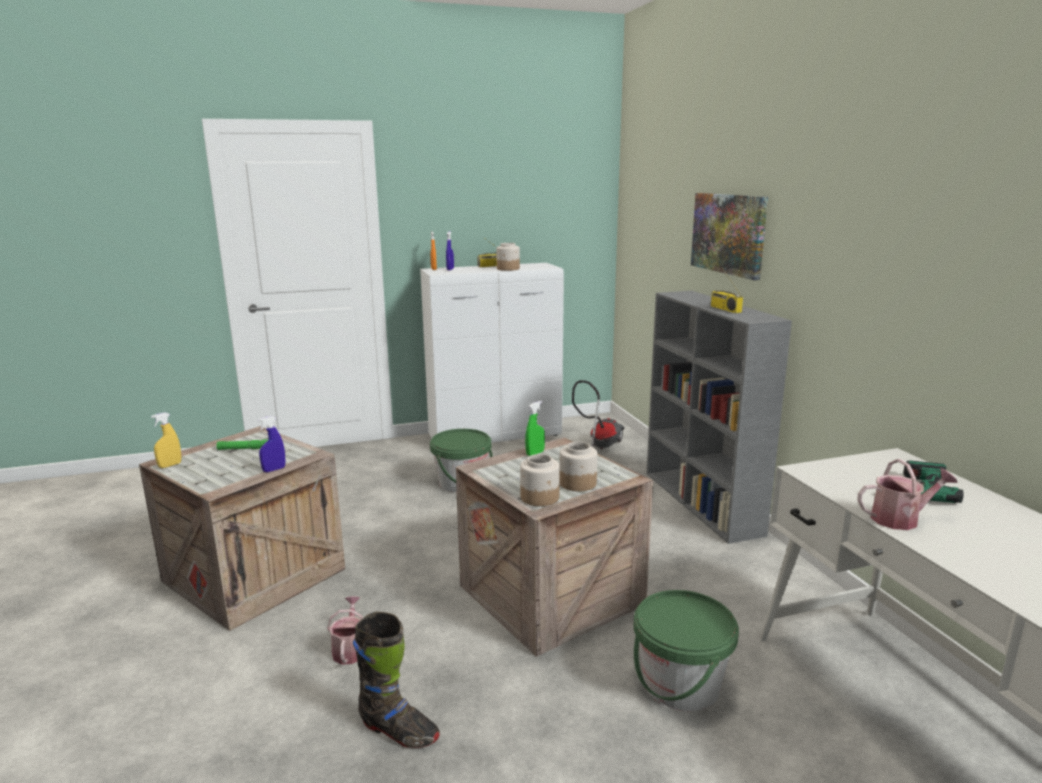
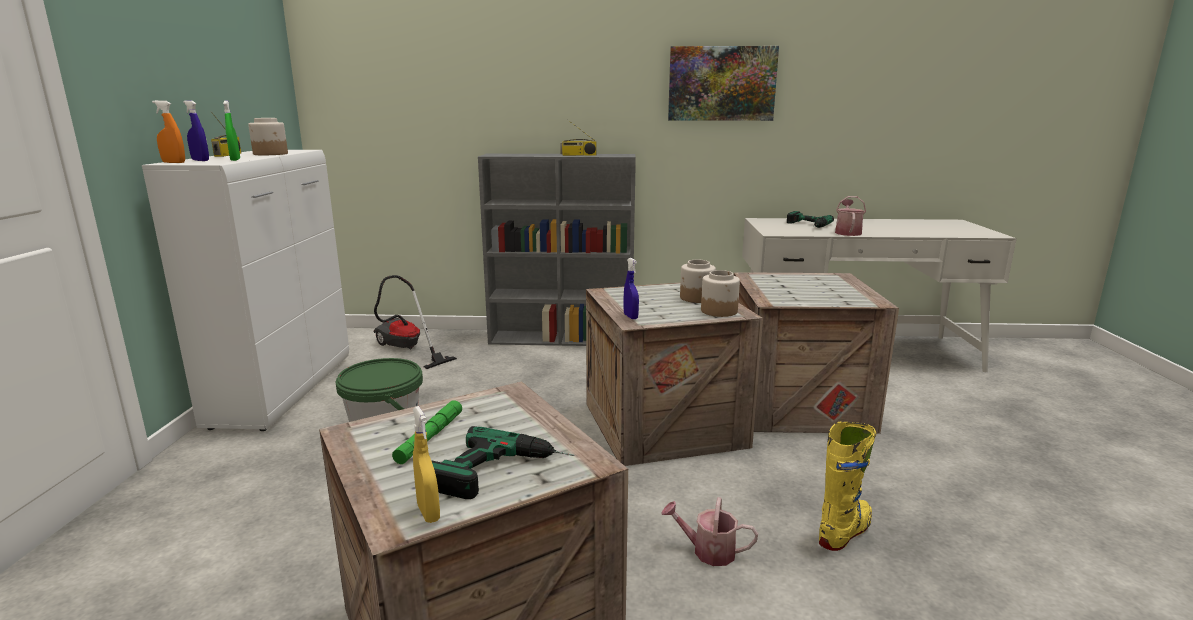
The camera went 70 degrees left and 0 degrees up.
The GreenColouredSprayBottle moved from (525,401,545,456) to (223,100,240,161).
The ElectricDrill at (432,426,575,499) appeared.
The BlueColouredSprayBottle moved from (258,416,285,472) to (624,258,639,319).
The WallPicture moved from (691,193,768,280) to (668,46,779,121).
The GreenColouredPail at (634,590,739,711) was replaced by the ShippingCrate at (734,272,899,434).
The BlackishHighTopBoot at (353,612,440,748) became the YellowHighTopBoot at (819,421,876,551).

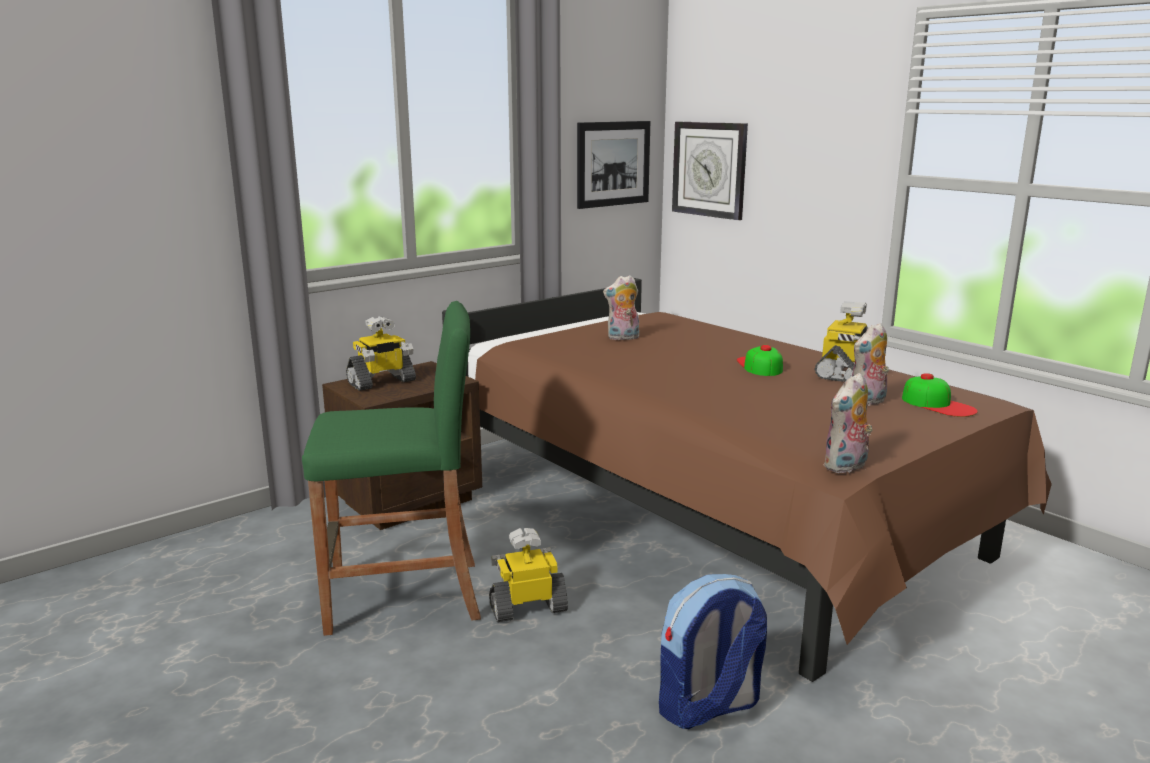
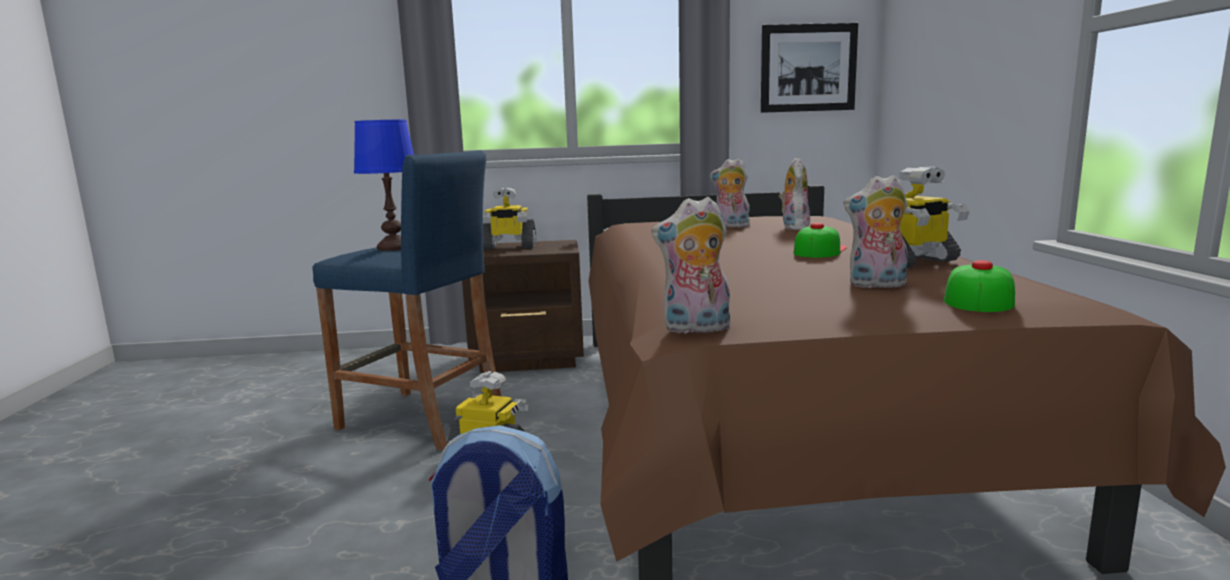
The camera went 35 degrees right and 5 degrees down.
The GreenColouredSittingStool at (302,301,481,636) became the BlueColouredSittingStool at (312,150,501,450).
The BlueColouredLampForATable at (354,120,414,251) appeared.
The CuddlyToy at (778,158,810,230) appeared.
The PeakedCap at (902,373,978,417) turned 150 degrees counterclockwise.
The WallClock at (672,122,748,220) disappeared.

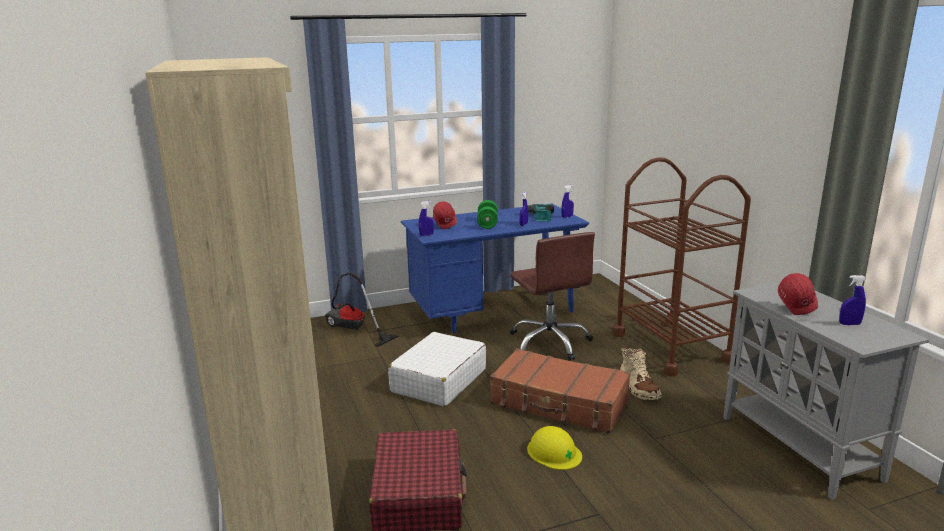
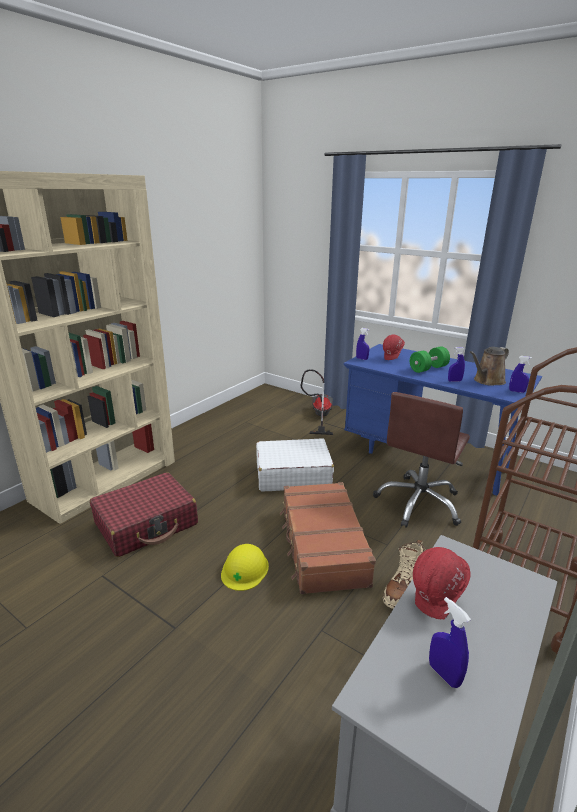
The camera went 55 degrees right and 5 degrees up.
The ElectricDrill at (528,204,554,222) was replaced by the BrownColouredSprinklingCan at (470,347,509,386).

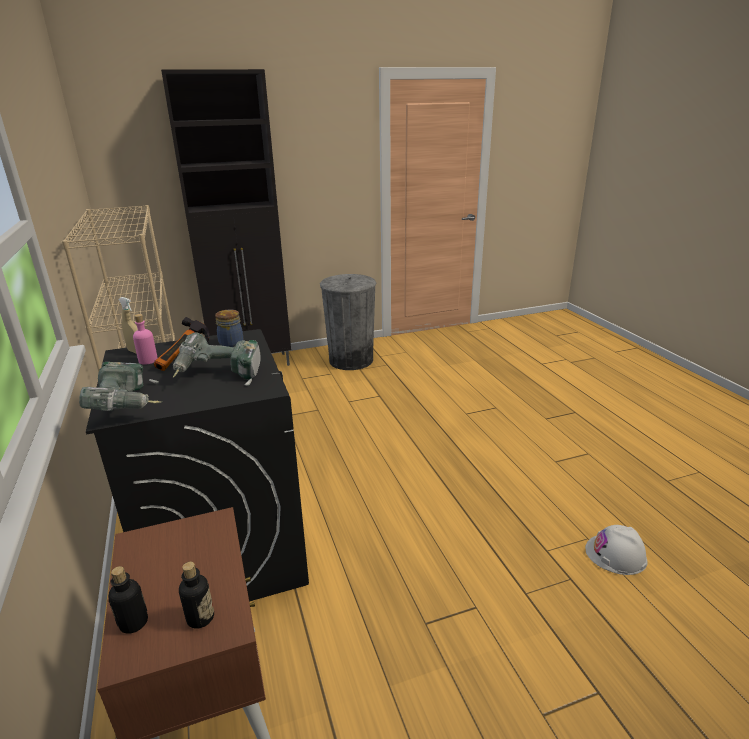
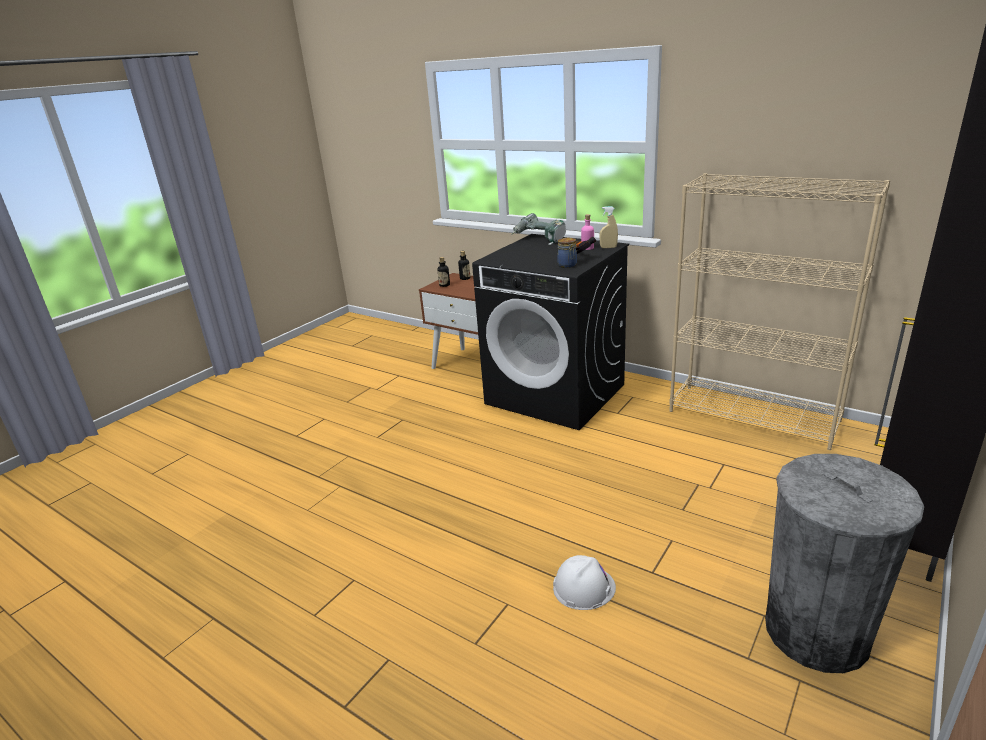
The camera went 145 degrees right and 0 degrees up.
The WhiteWorkHelmet moved from (585,525,647,575) to (553,555,616,610).
The ElectricDrill at (173,332,261,386) disappeared.

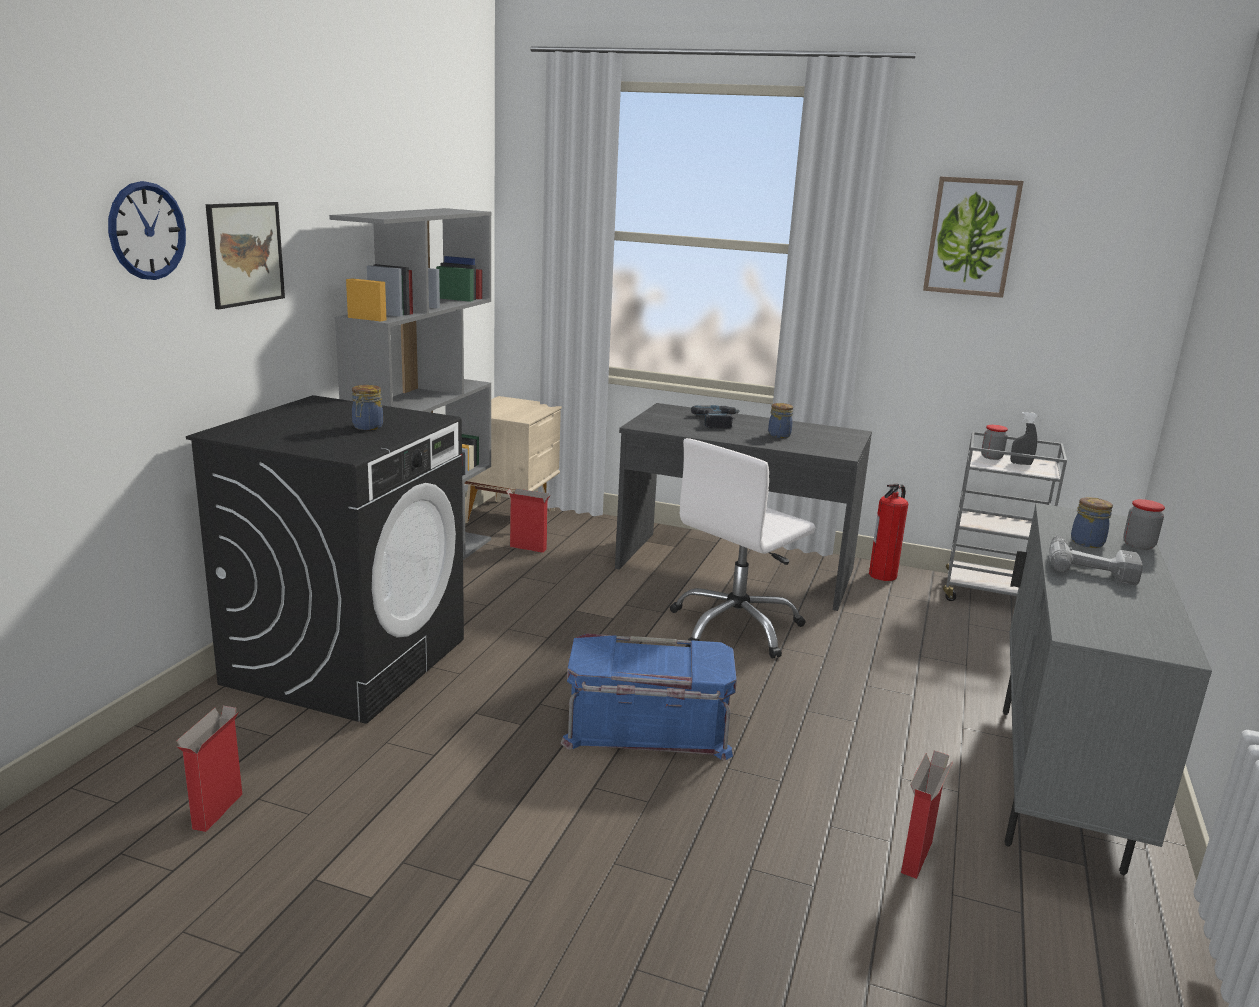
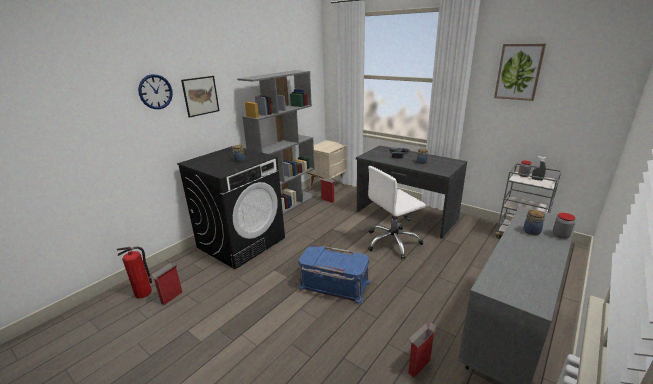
The camera went 20 degrees right and 5 degrees up.
The FireFightingCylinder moved from (869,484,908,581) to (117,246,152,299).
The ElectricDrill at (1049,535,1143,585) disappeared.

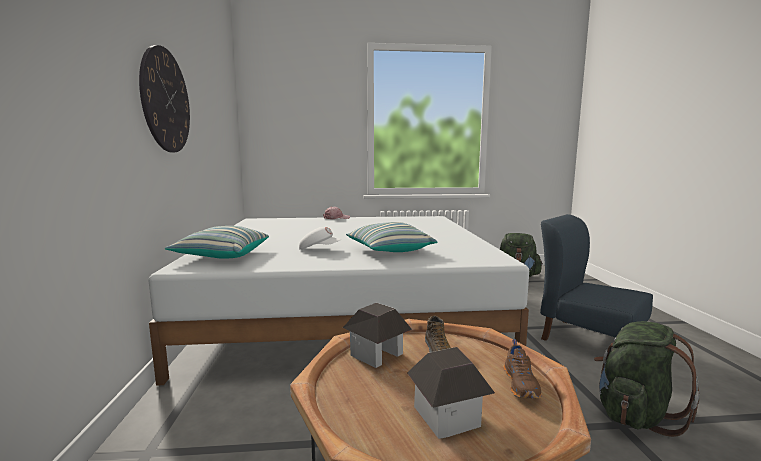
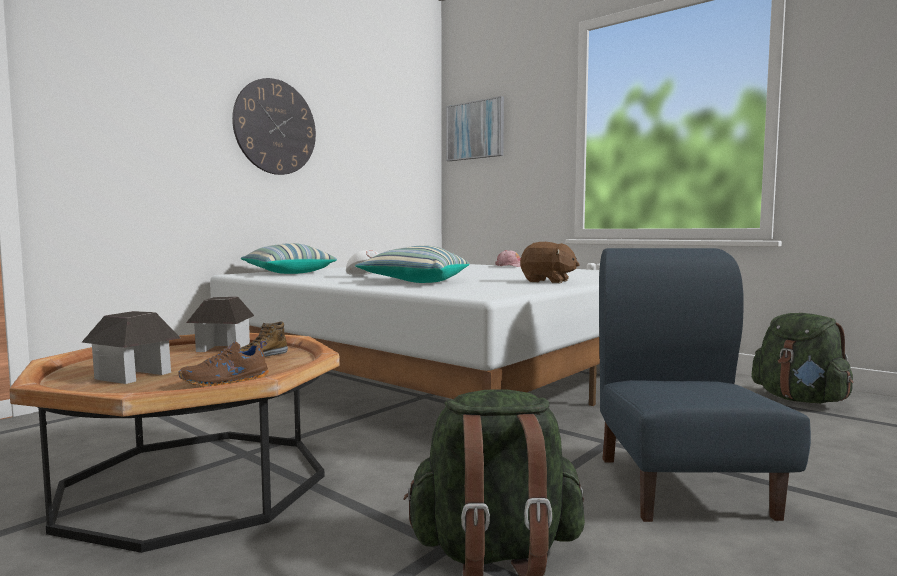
The camera went 45 degrees right and 5 degrees down.
The WallPicture at (446,96,504,161) appeared.
The BrownColouredCuddlyToy at (520,242,580,283) appeared.

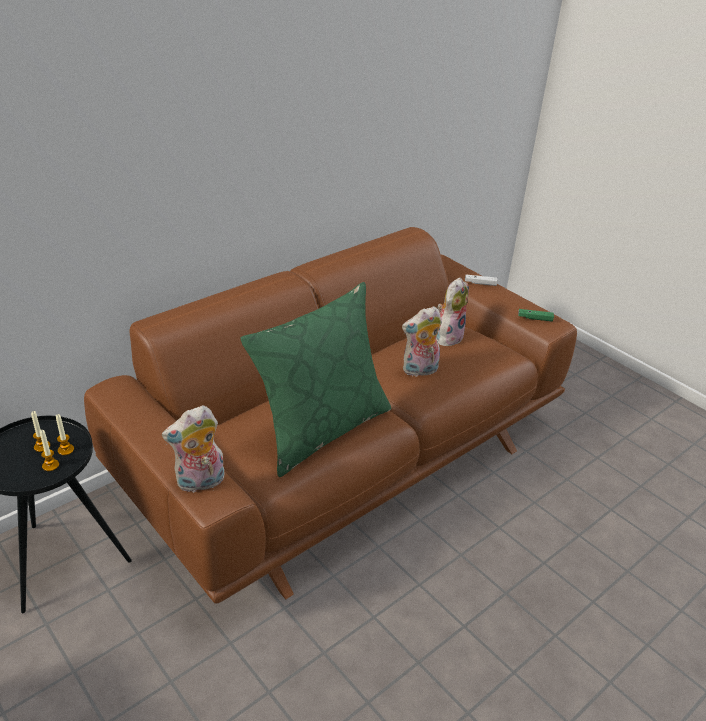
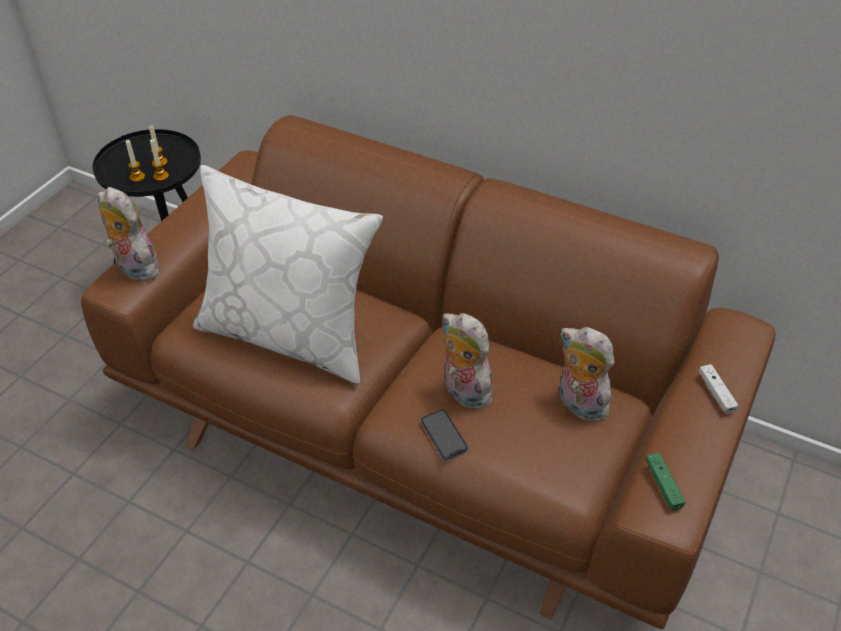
The camera went 70 degrees right and 10 degrees up.
The GreenColouredPillow at (240,282,391,477) became the WhitePillow at (193,165,383,385).
The Handset at (421,409,468,460) appeared.
The CuddlyToy at (436,277,469,346) turned 150 degrees counterclockwise.

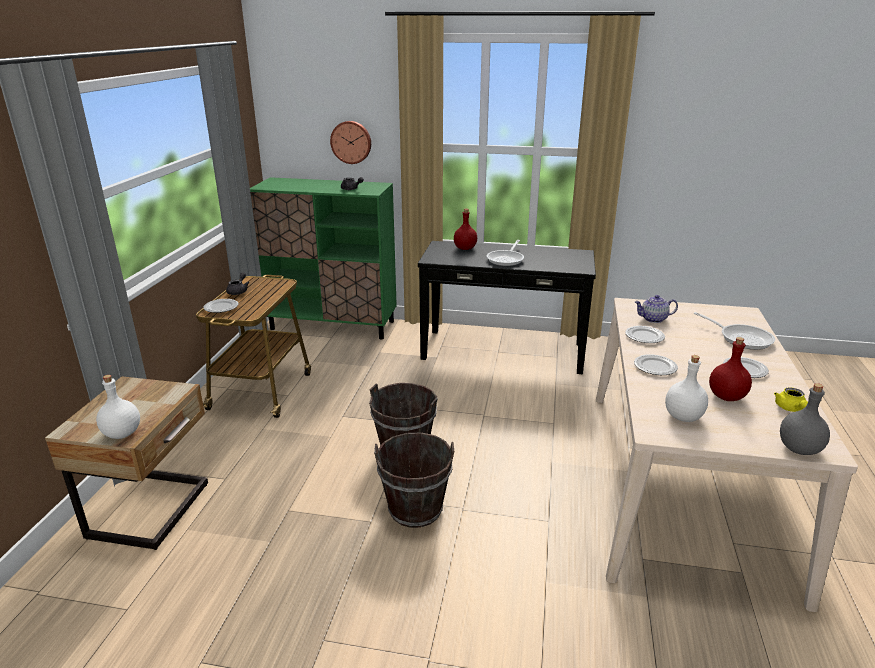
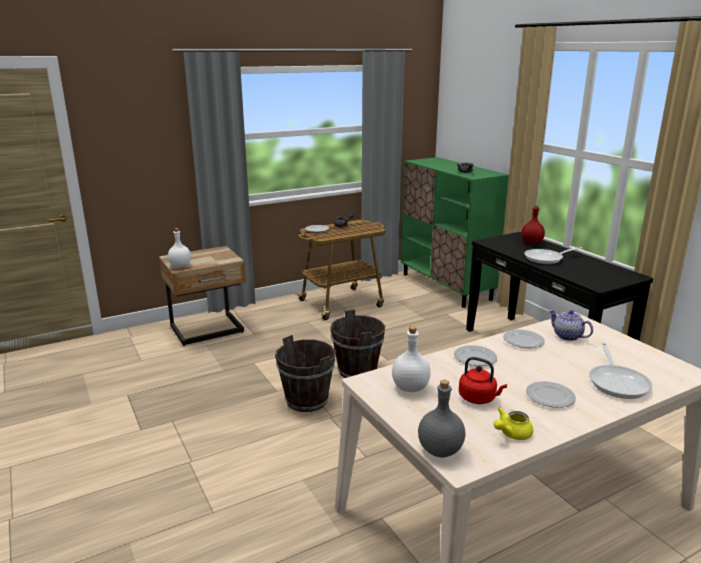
The camera went 50 degrees right and 5 degrees down.
The ReddishDrinkBottle at (709,337,752,401) was replaced by the ReddishTeaKettle at (459,357,507,404).
The WallClock at (330,121,371,164) disappeared.

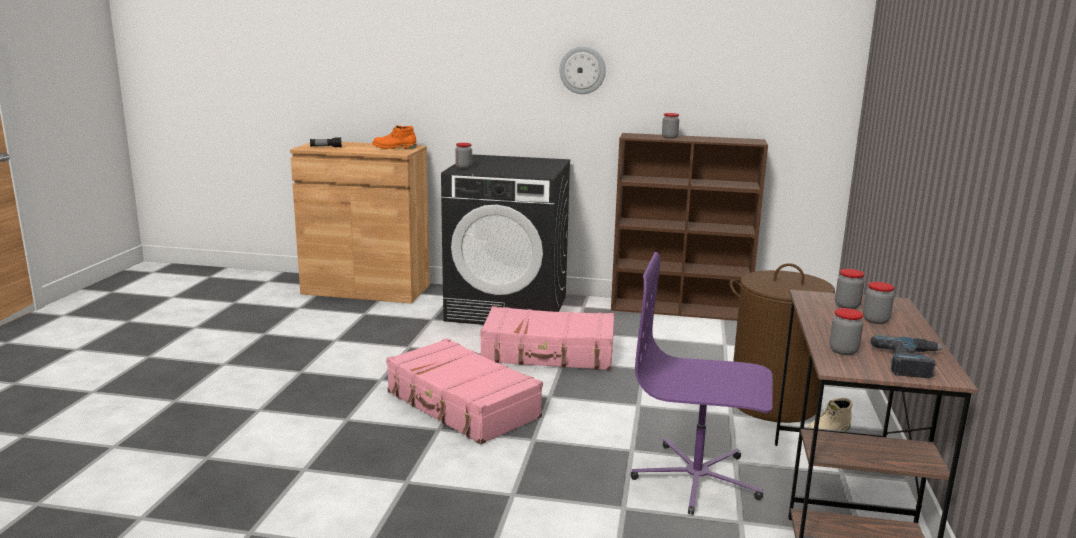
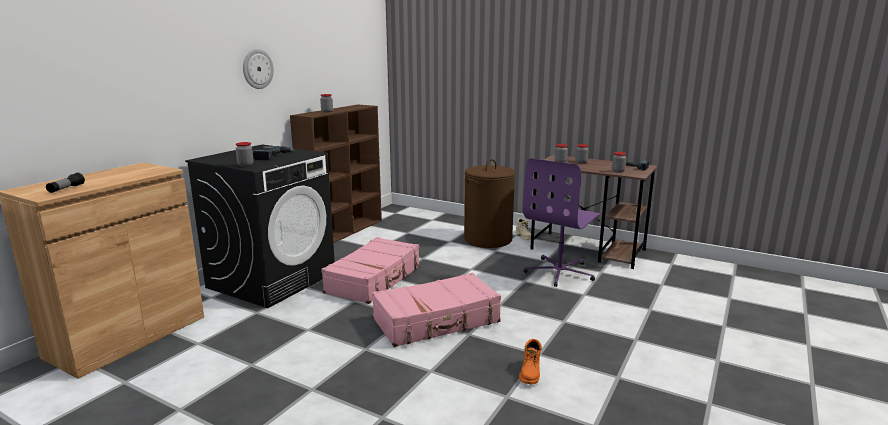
The camera went 70 degrees left and 0 degrees up.
The ElectricDrill at (253,146,294,160) appeared.
The OrangeColouredHighTopBoot moved from (372,125,417,149) to (519,339,542,385).

